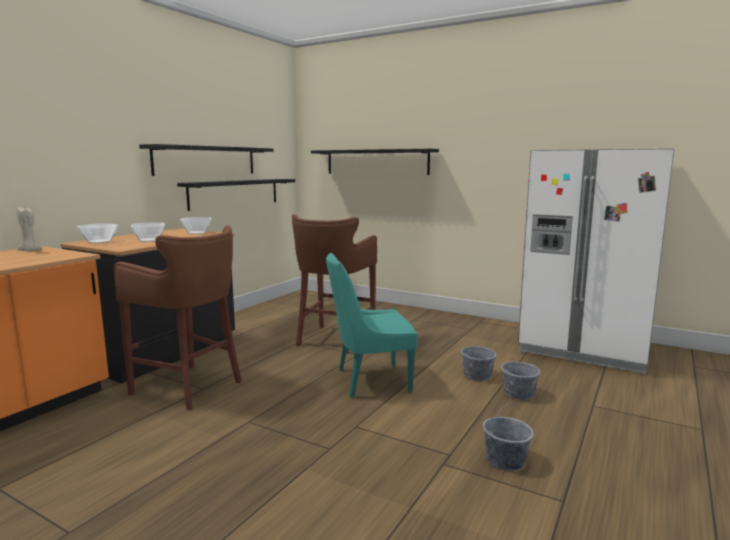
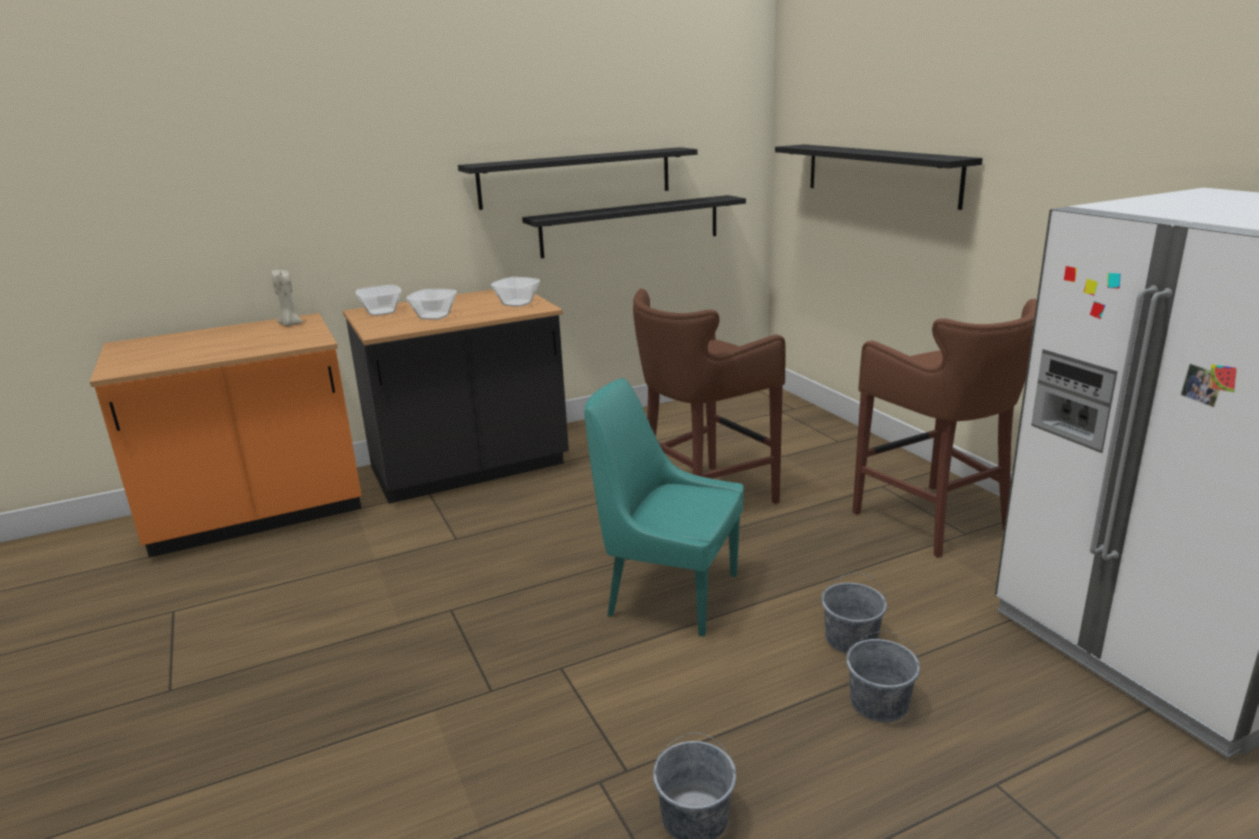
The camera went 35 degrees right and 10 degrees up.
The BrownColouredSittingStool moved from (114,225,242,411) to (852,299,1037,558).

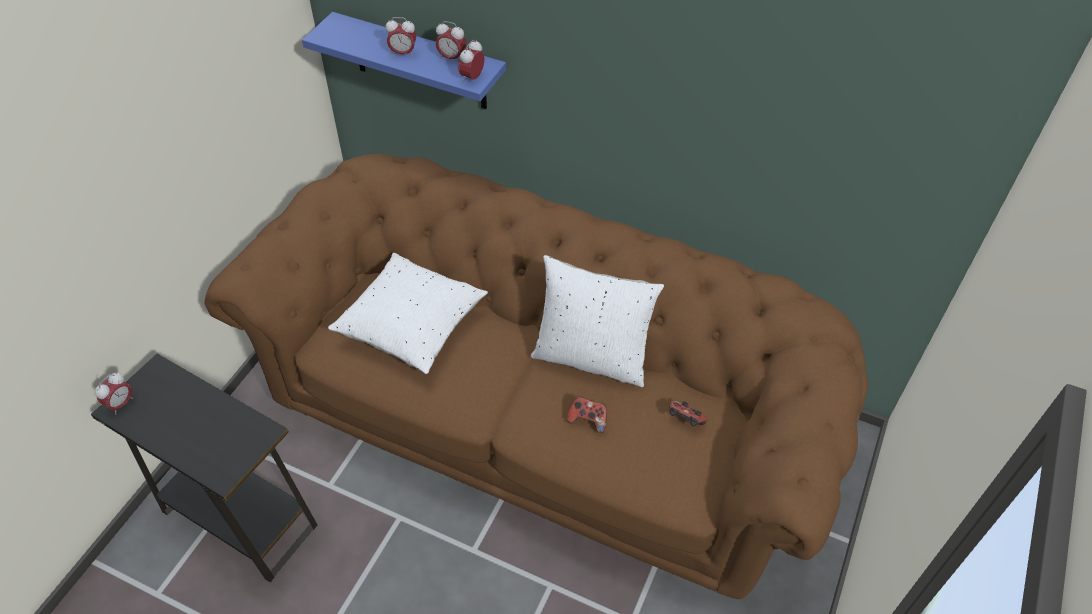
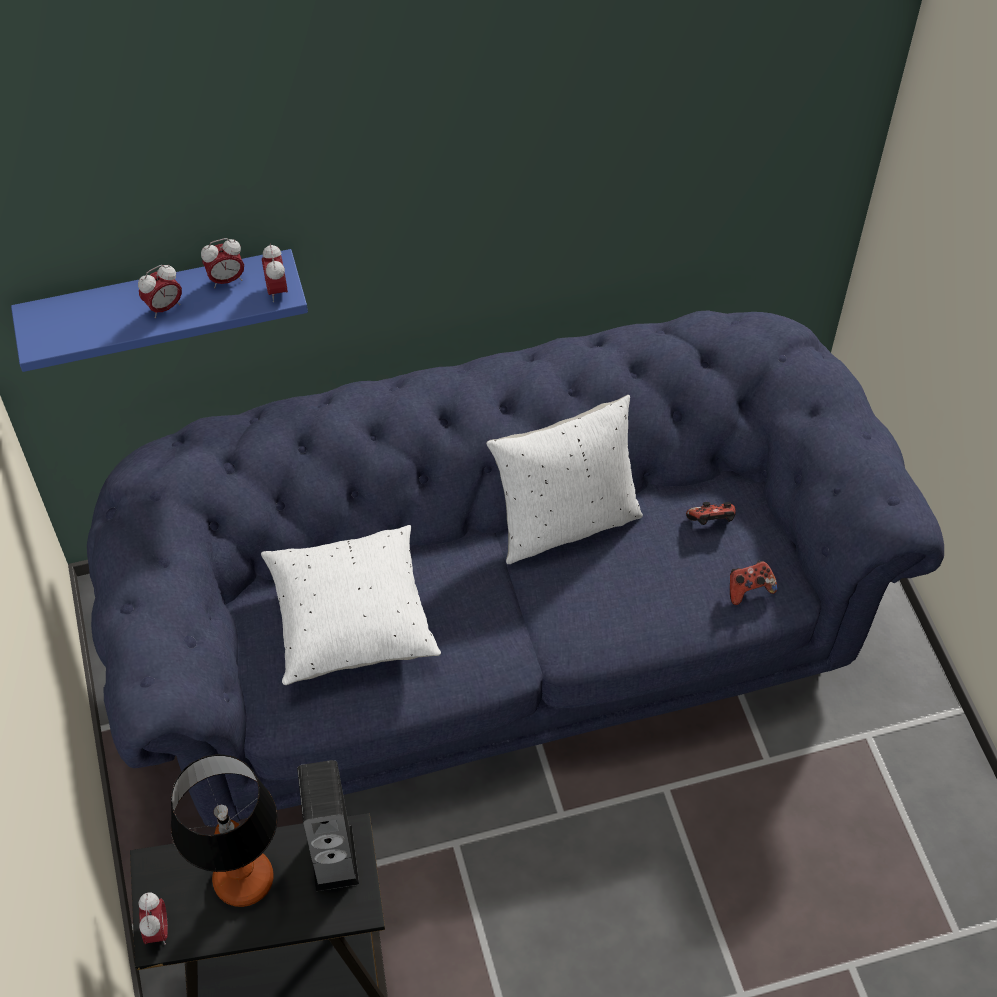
The camera went 40 degrees left and 5 degrees up.
The BrownColouredSofa at (204,154,868,599) became the BlueColouredSofa at (87,311,944,827).
The LampForATable at (171,754,278,907) appeared.
The AudioSpeaker at (297,760,359,891) appeared.
The Gamepad moved from (567,397,607,433) to (730,561,778,605).

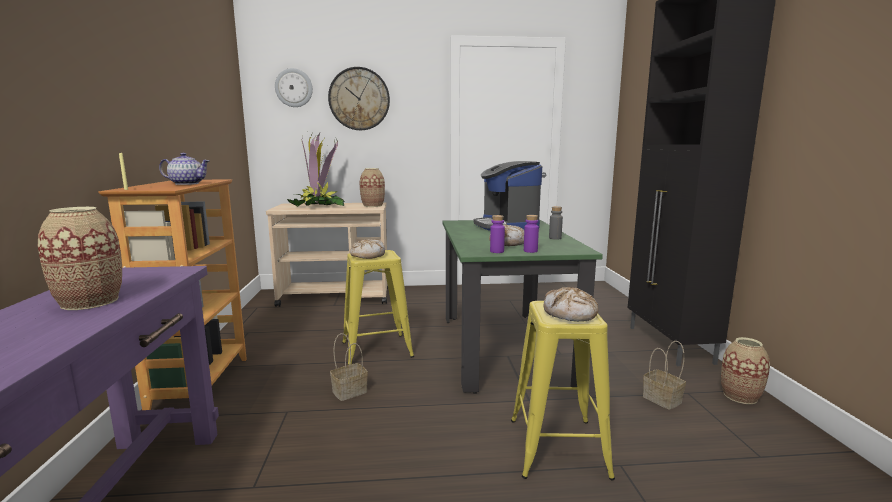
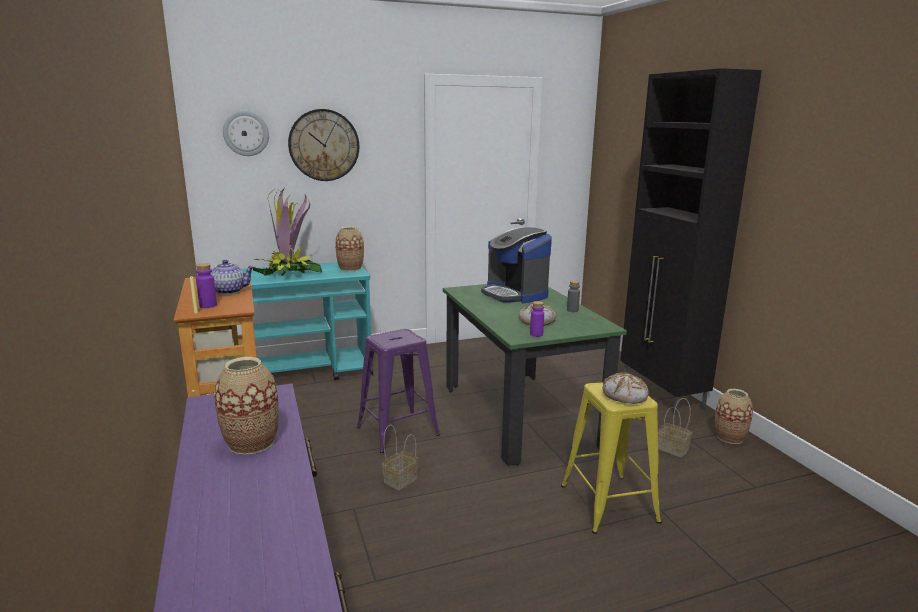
The camera went 15 degrees left and 5 degrees up.
The PurpleDrinkBottle moved from (524,215,539,253) to (196,263,217,308).
The BeigeColouredTrolley at (266,203,388,307) became the TurquoiseTrolley at (242,262,373,380).
The YellowSittingStool at (342,250,414,365) became the PurpleSittingStool at (357,329,440,453).
The Bread at (350,239,385,259) disappeared.

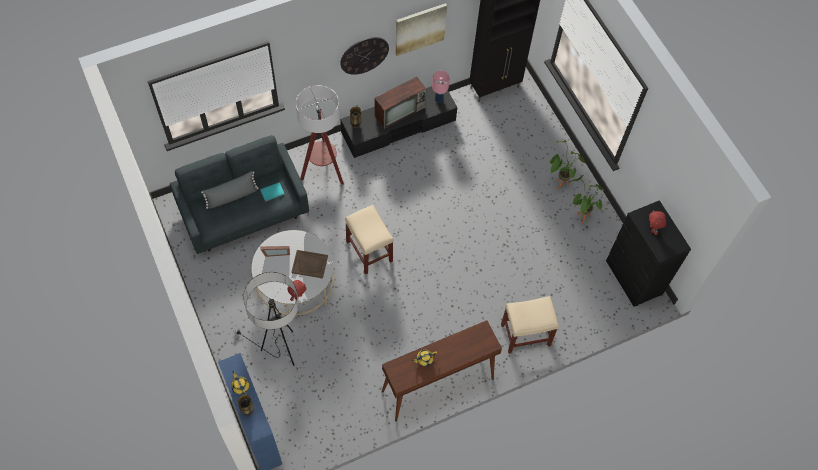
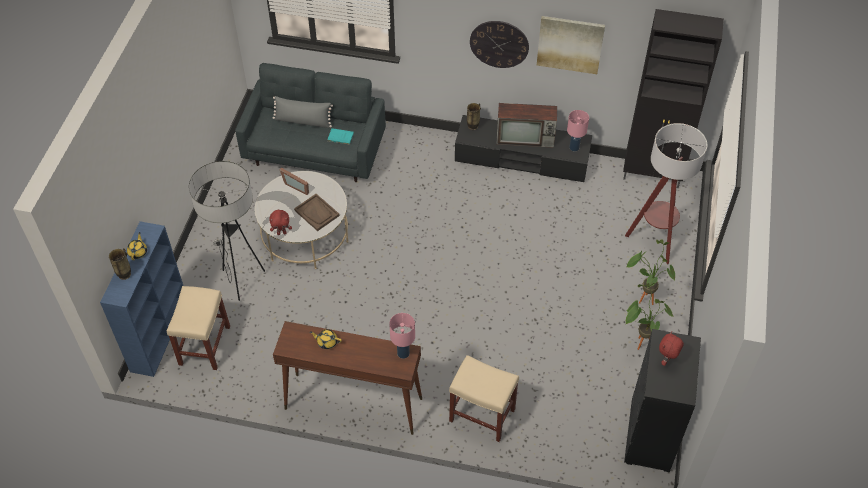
The camera went 40 degrees right and 10 degrees down.
The BeigeColouredSittingStool moved from (345,205,394,275) to (167,286,230,370).
The PinkColouredLampForATable at (389,313,415,359) appeared.
The FloorLamp moved from (296,85,344,185) to (625,123,707,264).

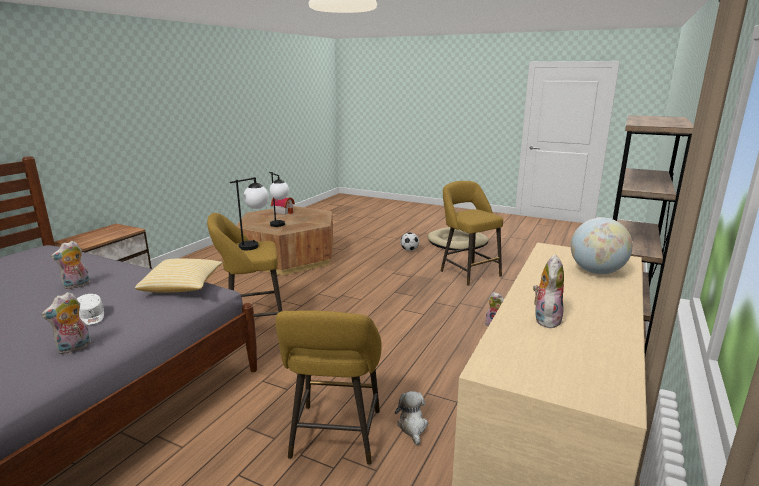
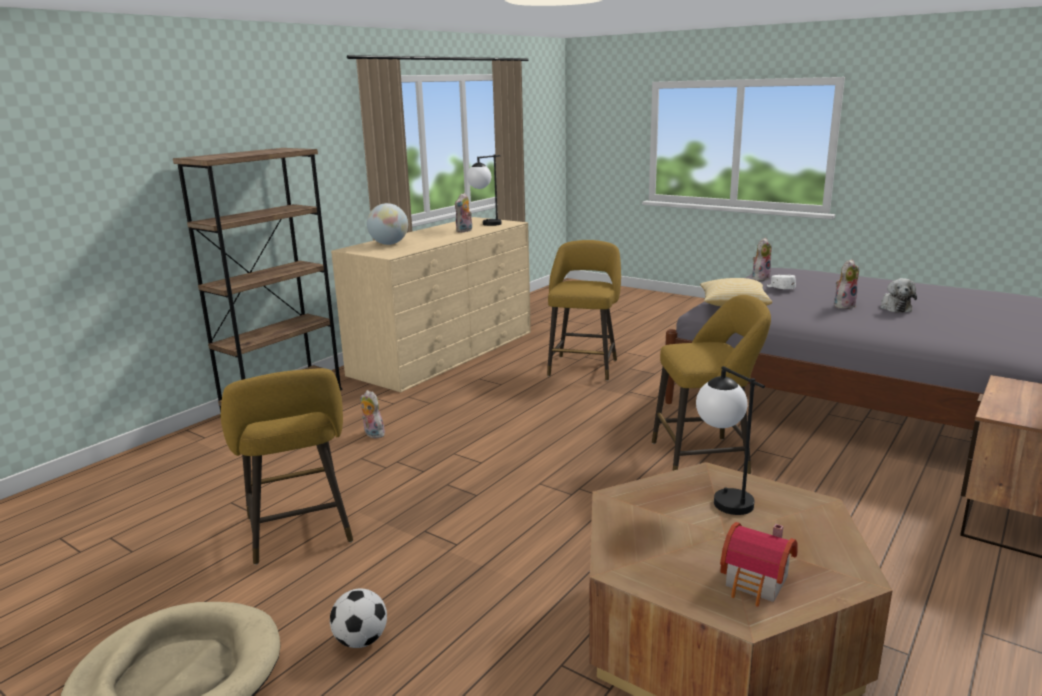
The camera went 170 degrees left and 0 degrees up.
The LampForATable moved from (230,177,269,250) to (467,155,502,226).
The CuddlyToy moved from (395,391,428,446) to (880,278,917,313).

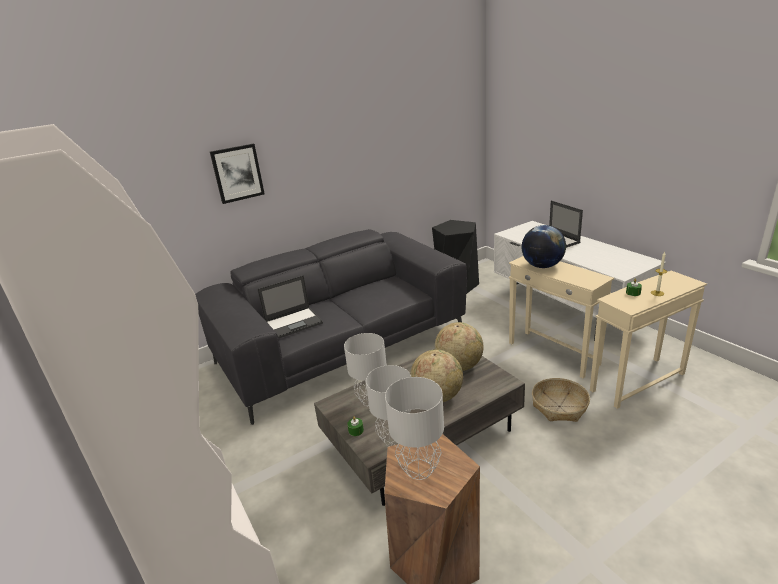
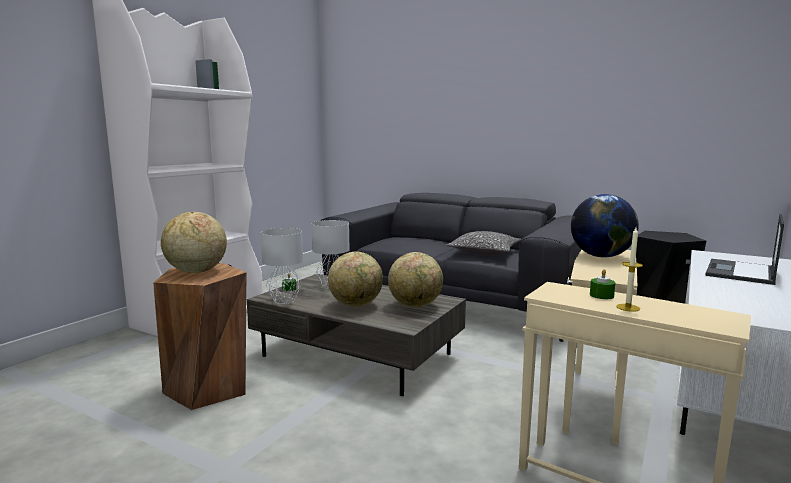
The camera went 60 degrees right and 15 degrees down.
The GrayLampForATable at (385,377,444,480) was replaced by the DeskGlobe at (161,212,227,273).
The Pillow at (446,231,521,255) appeared.
The WallPicture at (210,144,265,204) disappeared.
The PortableComputer at (257,275,323,338) disappeared.
The HouseholdBasket at (532,378,590,422) disappeared.

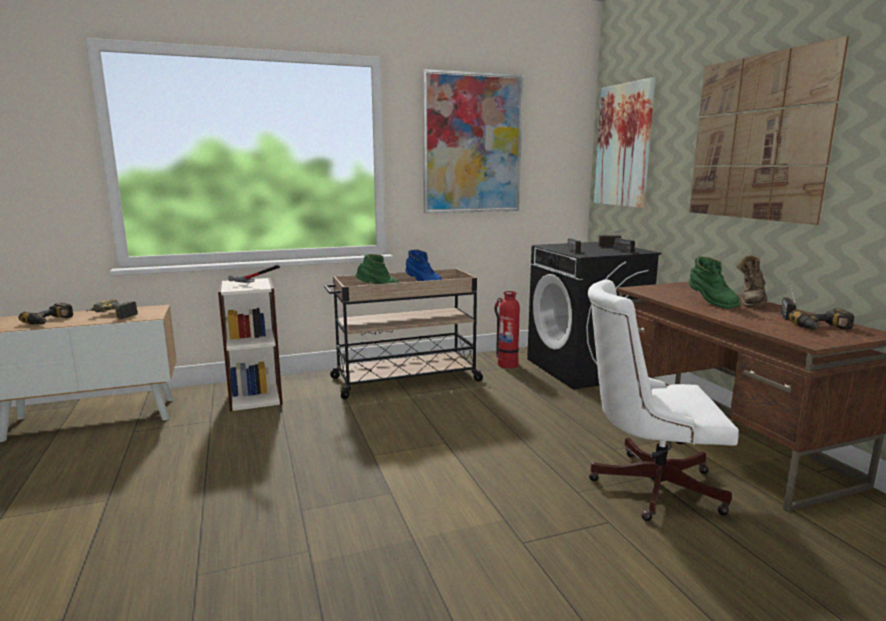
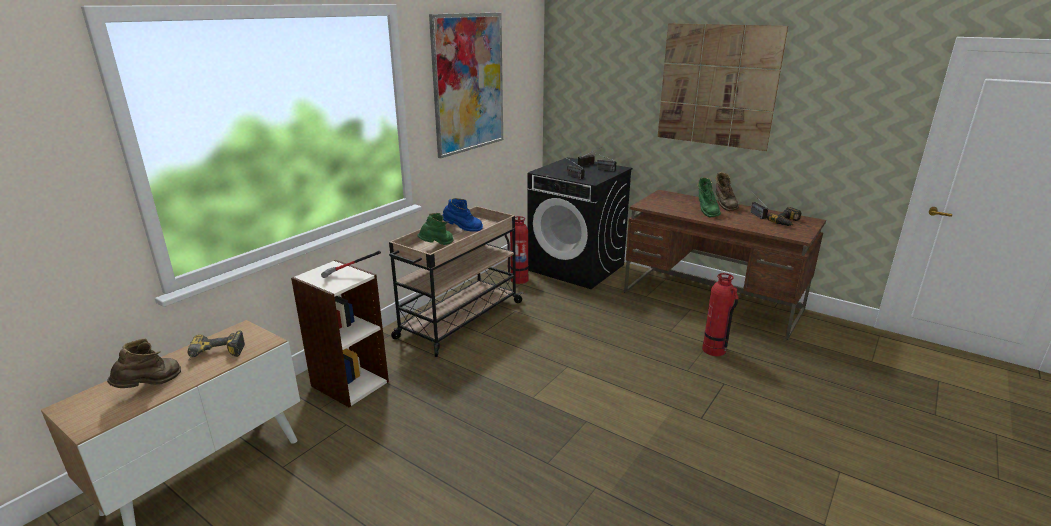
The camera went 35 degrees left and 10 degrees up.
The ElectricDrill at (18,303,73,325) was replaced by the BrownColouredHighTopBoot at (107,339,181,388).
The GreenColouredHighTopBoot at (689,256,741,309) turned 60 degrees clockwise.
The WhiteDeskChair at (588,279,739,521) was replaced by the FireFightingCylinder at (702,273,739,356).
The WallPicture at (594,77,655,208) disappeared.

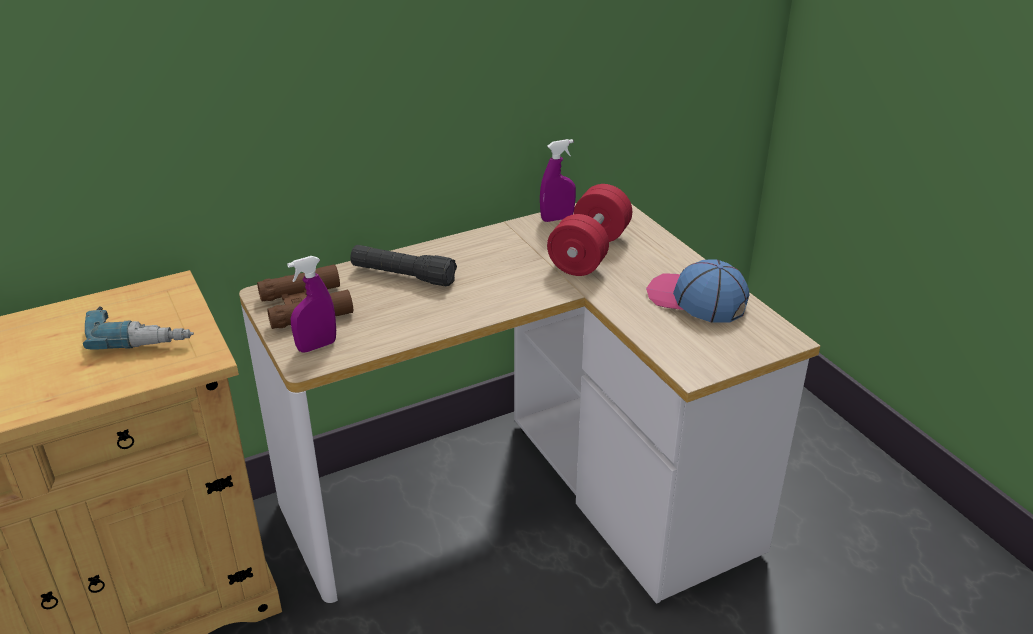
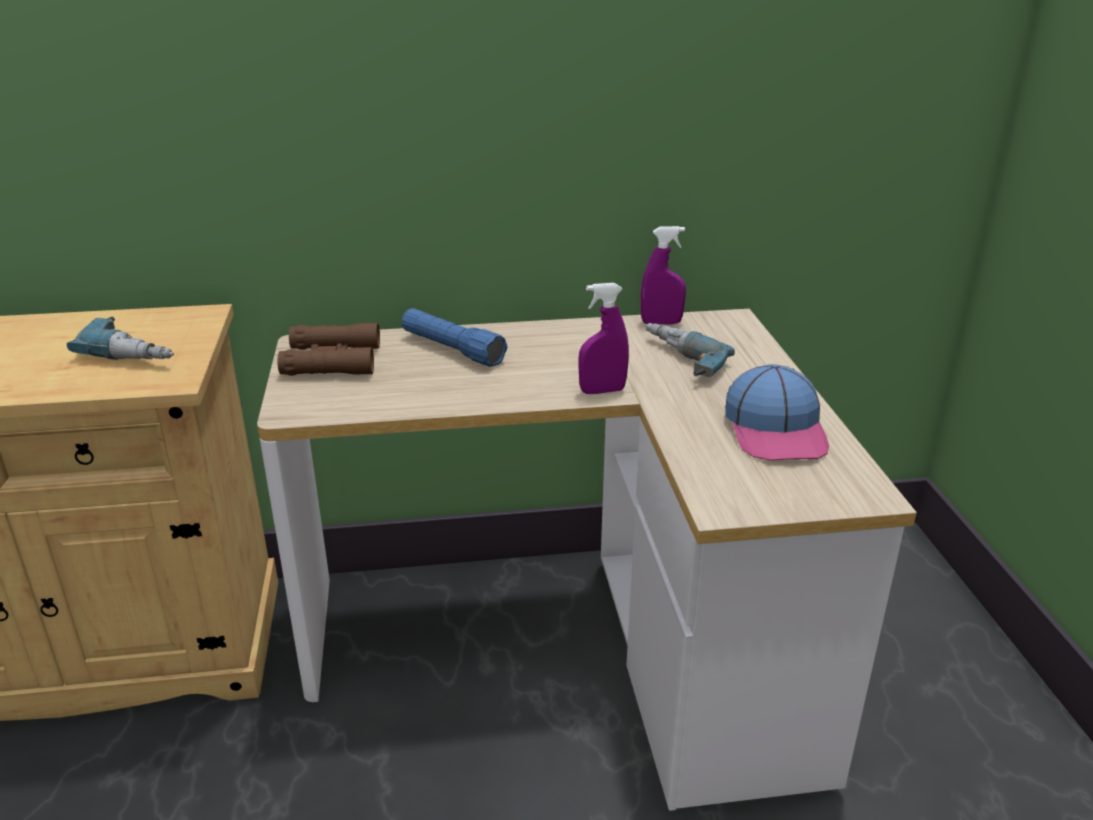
The camera went 20 degrees right and 5 degrees down.
The BlackishFlashlight at (350,245,457,286) became the BlueColouredFlashlight at (402,308,508,367).
The PurpleSprayBottle moved from (287,256,336,352) to (578,283,629,394).
The ReddishDumbbell at (547,184,632,276) was replaced by the ElectricDrill at (645,323,735,377).
The PeakedCap at (646,259,749,323) turned 150 degrees counterclockwise.

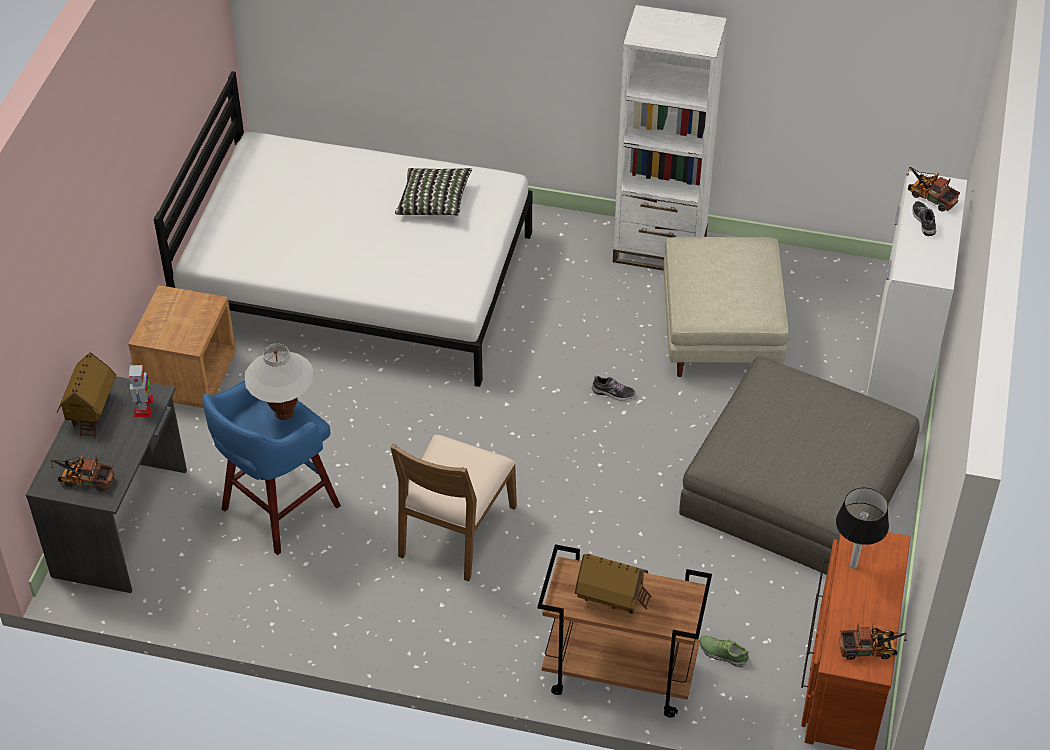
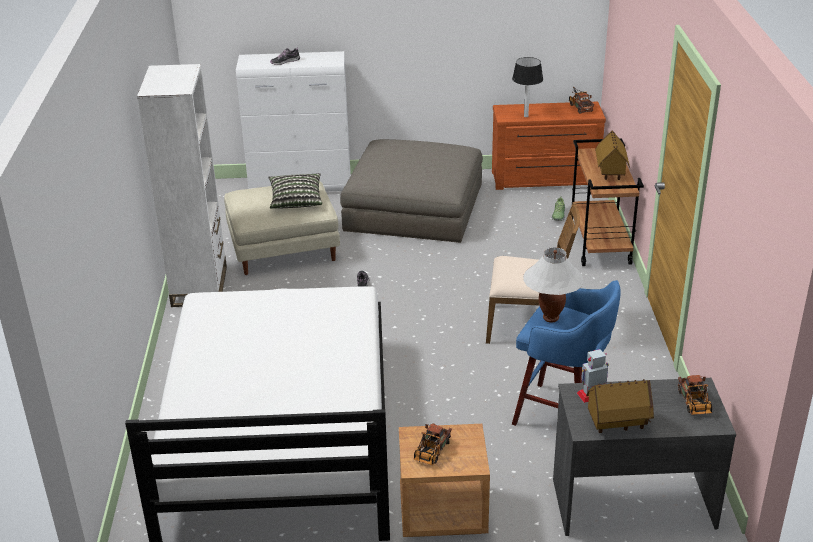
The camera went 105 degrees left and 15 degrees down.
The Pillow moved from (395,168,472,215) to (268,173,322,209).
The ToyLorry moved from (906,167,960,211) to (414,423,452,465).

